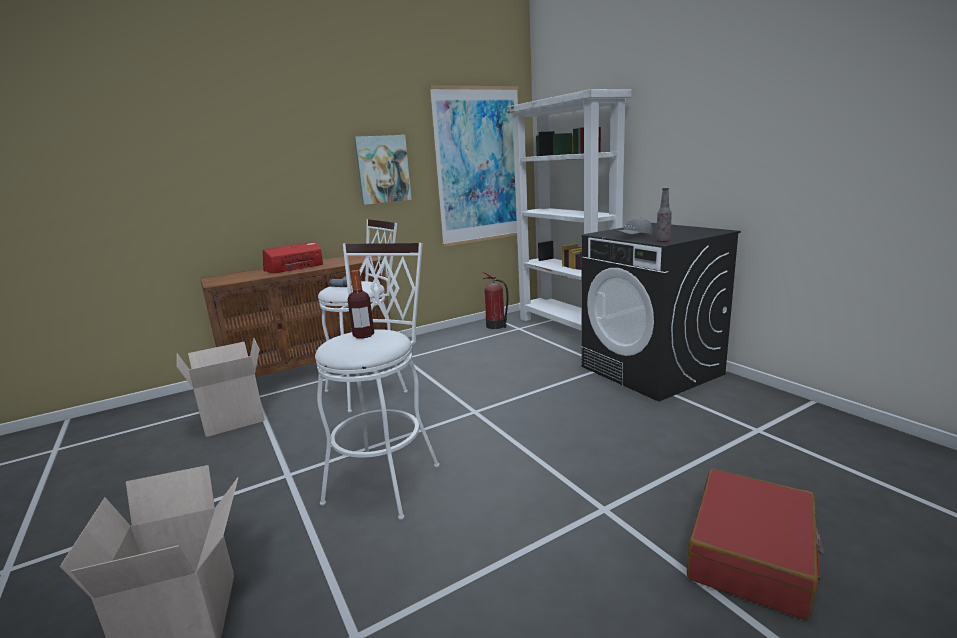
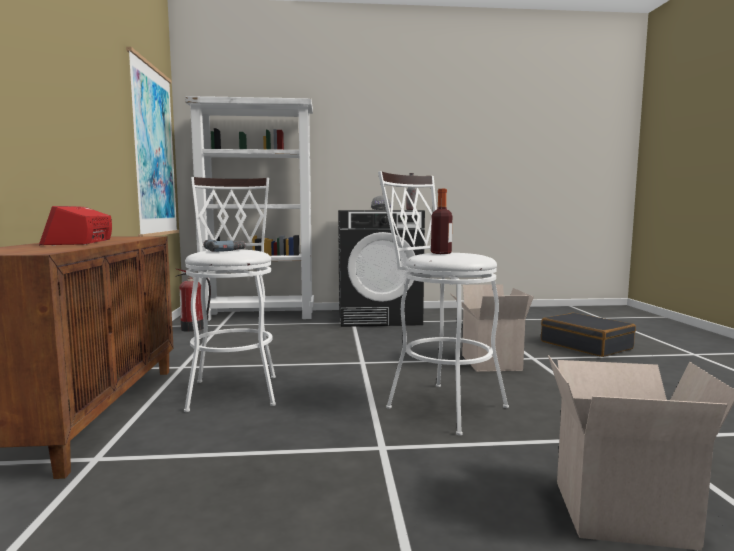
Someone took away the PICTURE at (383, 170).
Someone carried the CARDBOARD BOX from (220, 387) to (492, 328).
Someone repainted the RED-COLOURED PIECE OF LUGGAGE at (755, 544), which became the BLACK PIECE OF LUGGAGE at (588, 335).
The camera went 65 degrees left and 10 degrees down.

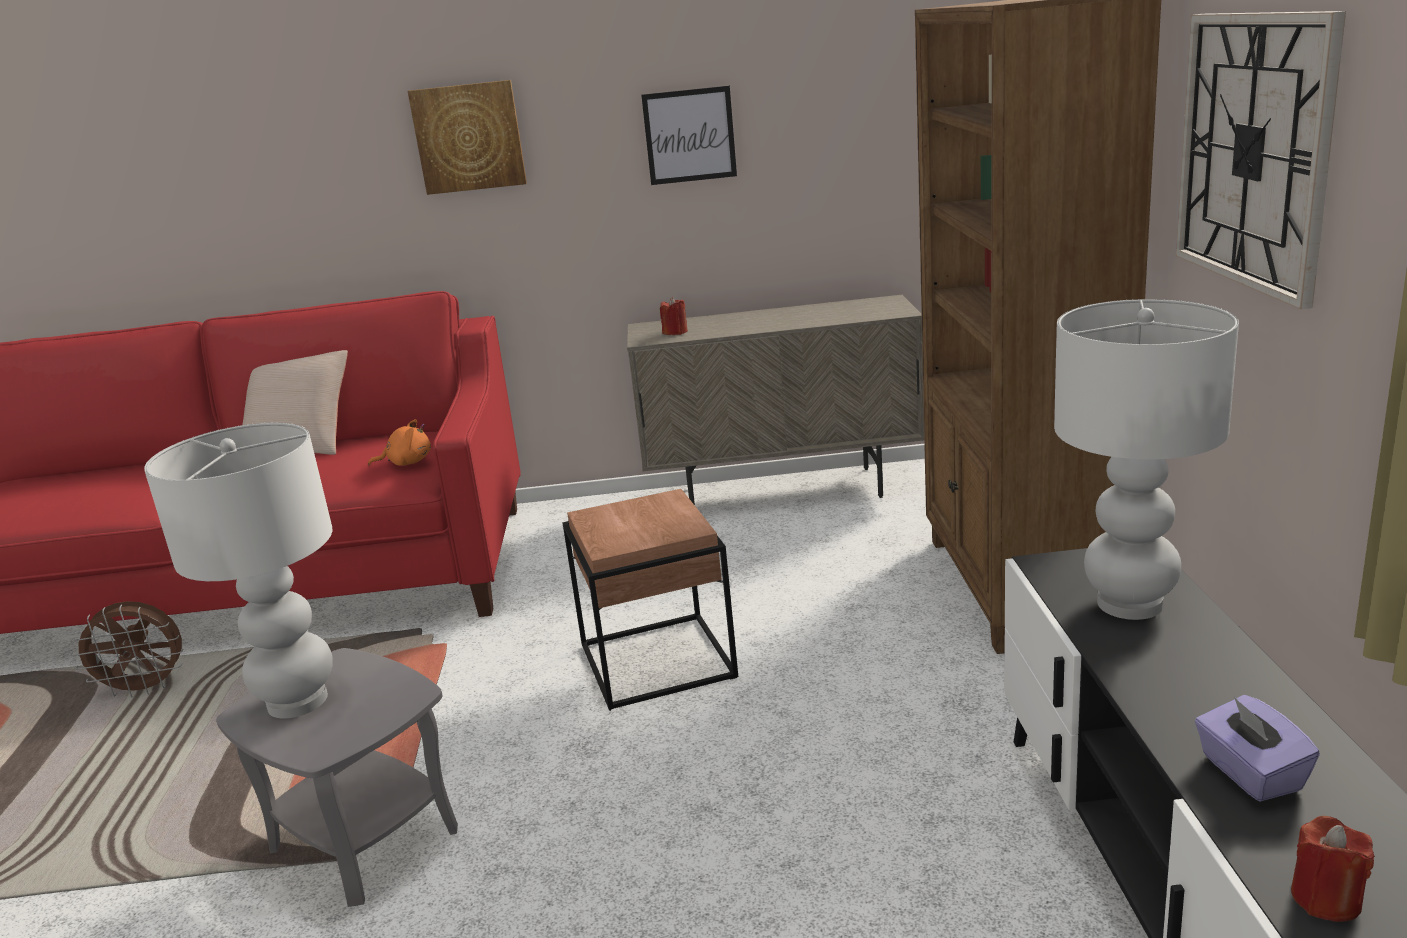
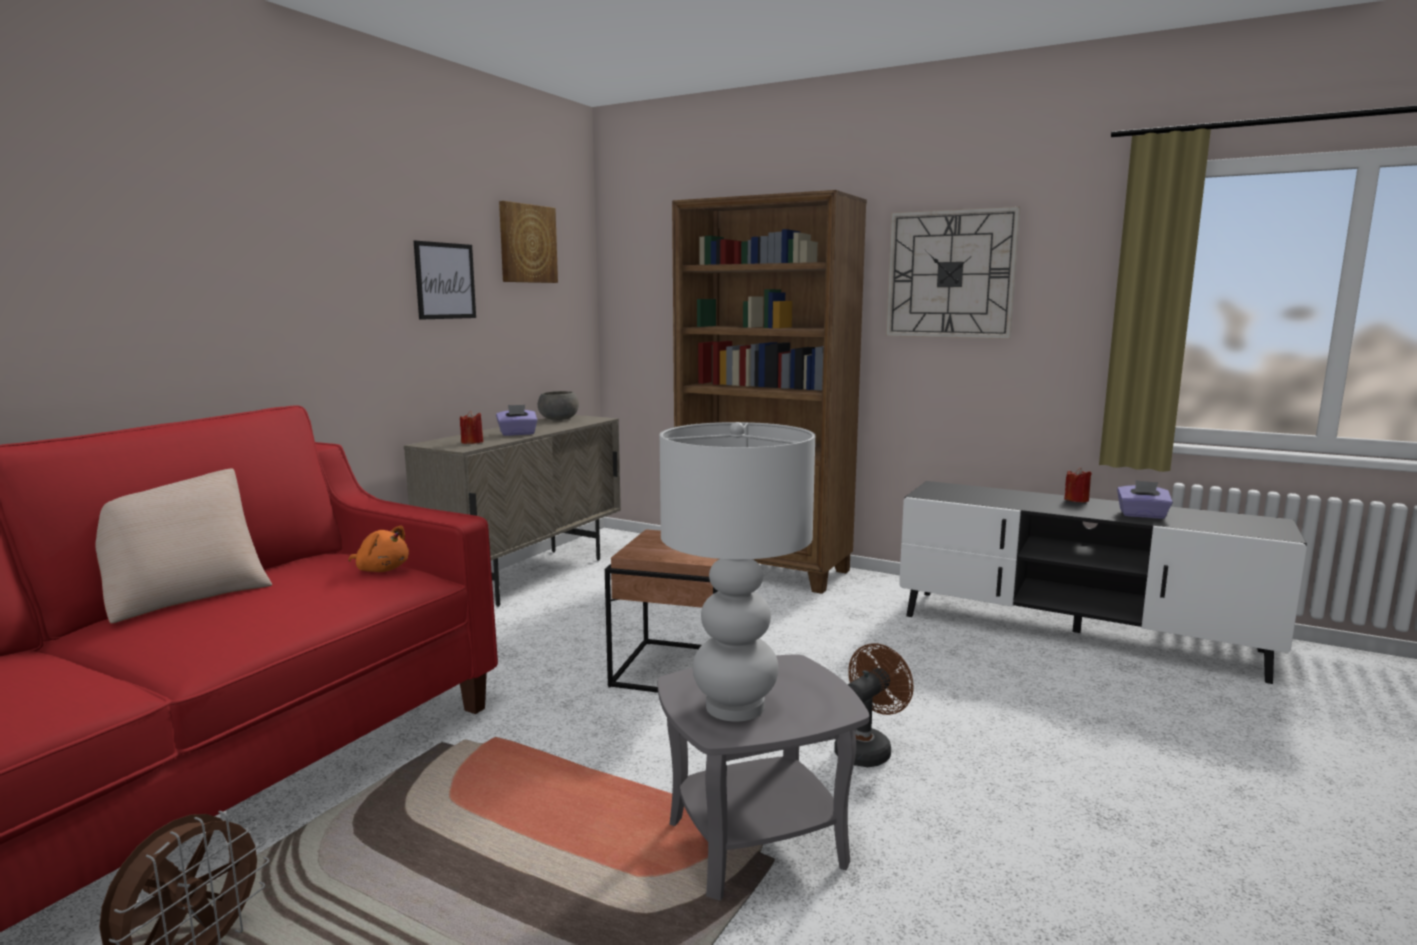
Someone carried the PICTURE from (467, 137) to (528, 242).
Someone took away the WHITE-COLOURED TABLE LAMP at (1146, 459).
Someone rotated the ORANGEY PLUSH TOY at (399, 442) by 90 degrees clockwise.
Someone carried the RED-COLOURED CANDLE from (1333, 869) to (1078, 485).
Someone put down the GRAY DEEP DISH at (558, 405).
Someone put down the PURPLISH TISSUE BOX at (517, 420).
Someone put down the BROWN-COLOURED ELECTRIC FAN at (874, 705).
The camera went 60 degrees left and 10 degrees down.

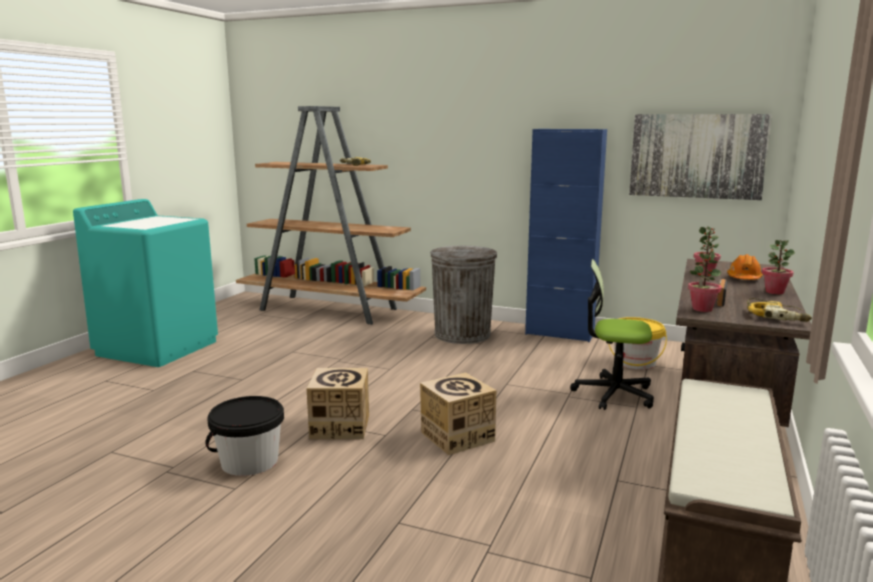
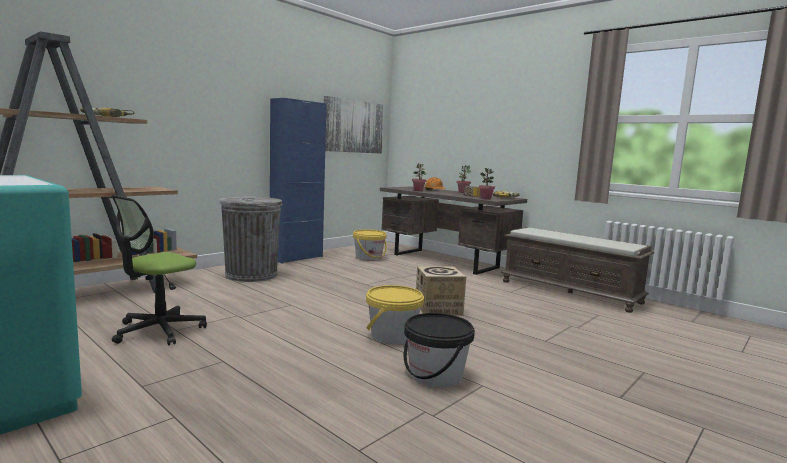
Someone carried the OFFICE CHAIR from (612, 334) to (159, 270).
Someone swapped the CARDBOARD BOX at (338, 403) for the YELLOWISH WATER BUCKET at (395, 315).
The camera went 70 degrees left and 5 degrees down.

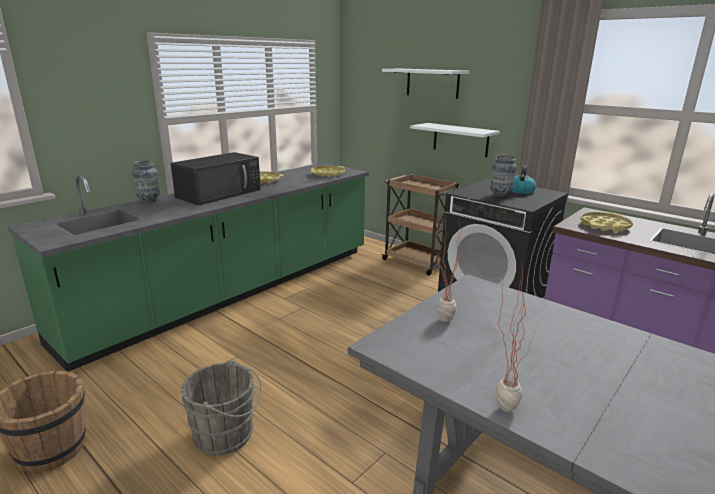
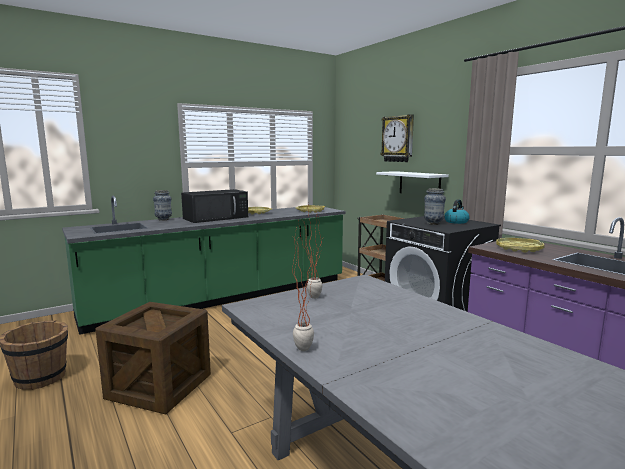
Someone swapped the WHITE-COLOURED BRACKET SHELF at (426, 84) for the WALL CLOCK at (397, 138).
Someone swapped the GRAY WATER BUCKET at (221, 408) for the SHIPPING CRATE at (153, 358).
The camera went 15 degrees right and 10 degrees down.

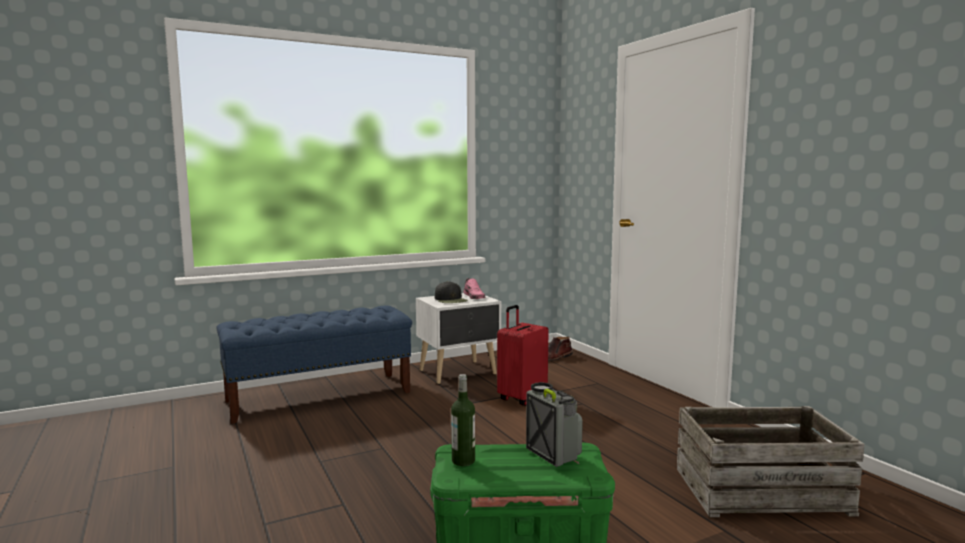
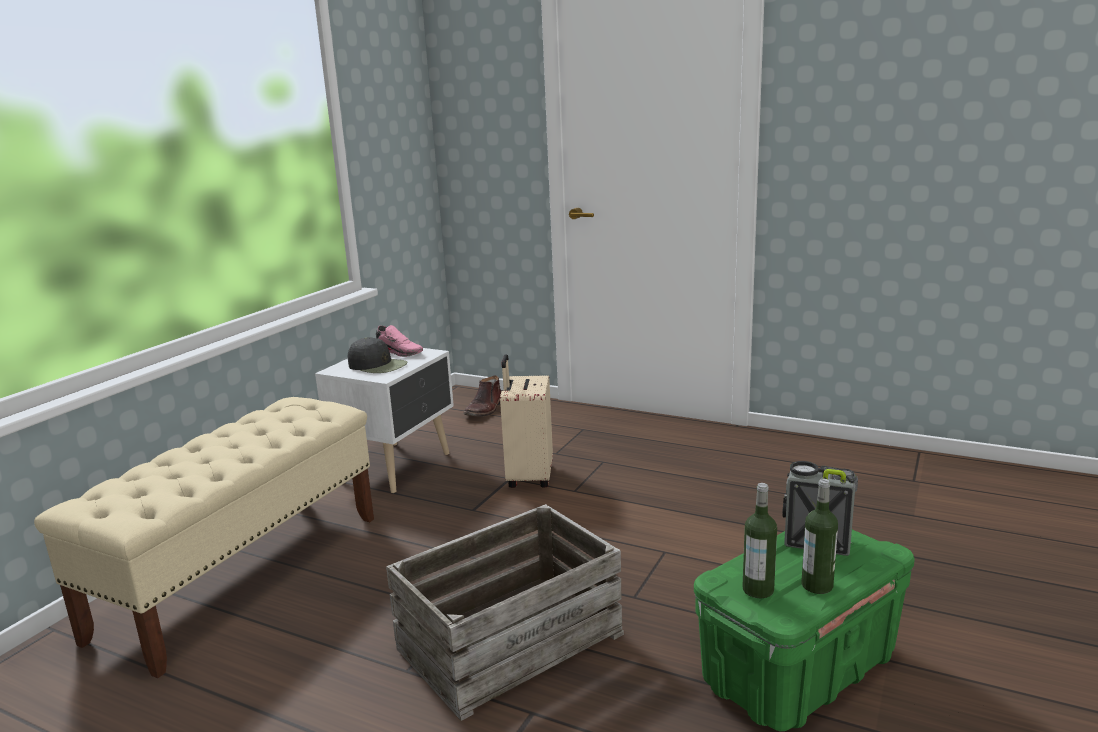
Someone repainted the BLUISH LONG SEAT at (314, 364), which became the BEIGE-COLOURED LONG SEAT at (204, 537).
Someone repainted the RED-COLOURED PIECE OF LUGGAGE at (523, 355), which became the BEIGE-COLOURED PIECE OF LUGGAGE at (526, 421).
Someone carried the SHIPPING CRATE from (771, 461) to (505, 612).
Someone put down the BOTTLE at (819, 536).
The camera went 35 degrees left and 10 degrees up.

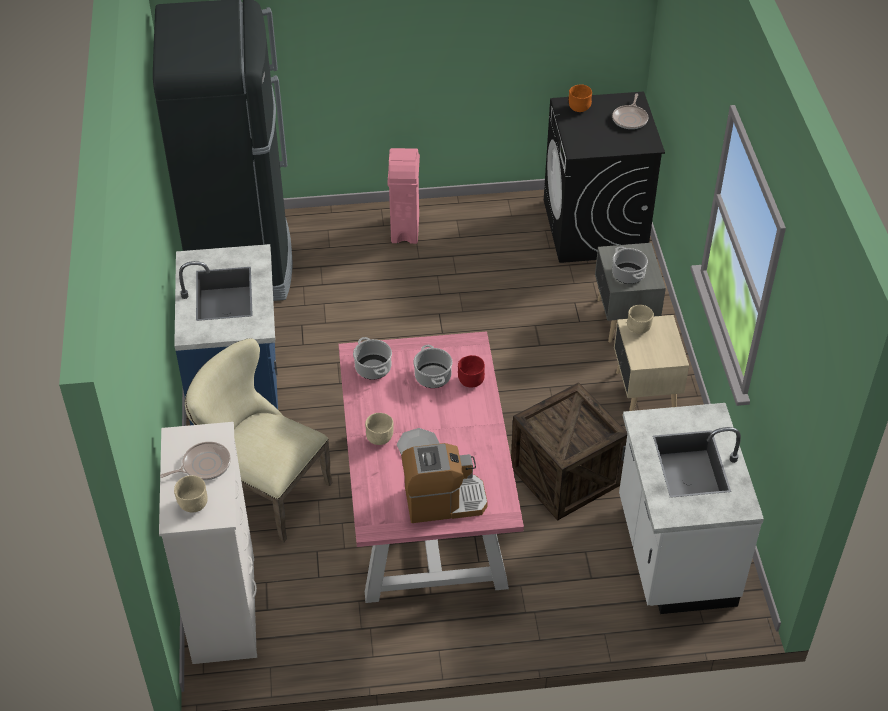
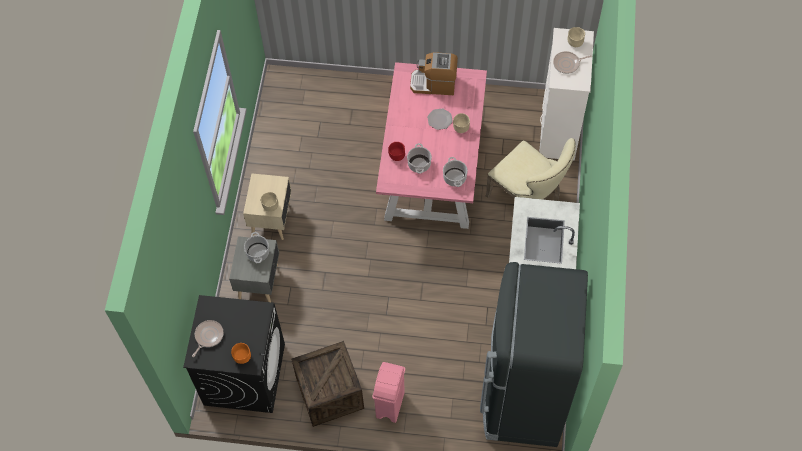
Someone carried the SHIPPING CRATE from (569, 451) to (327, 384).
Someone took away the WHITE-COLOURED KITCHEN COUNTER at (691, 508).
The camera went 165 degrees left and 15 degrees up.

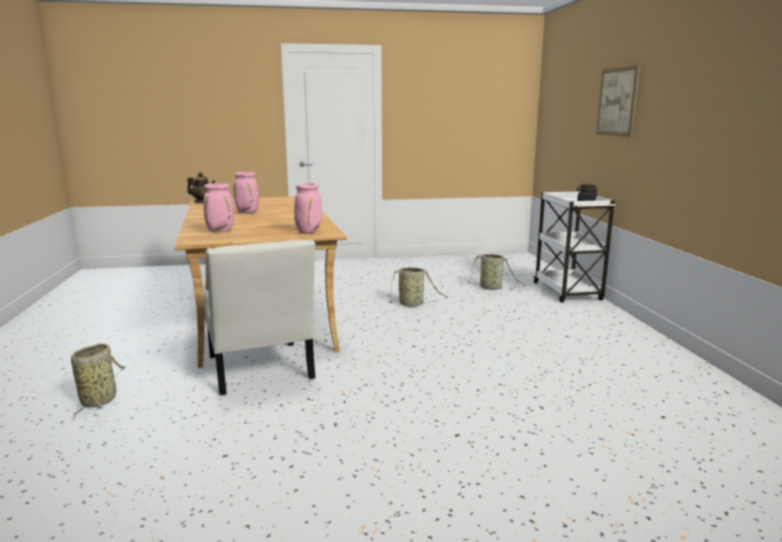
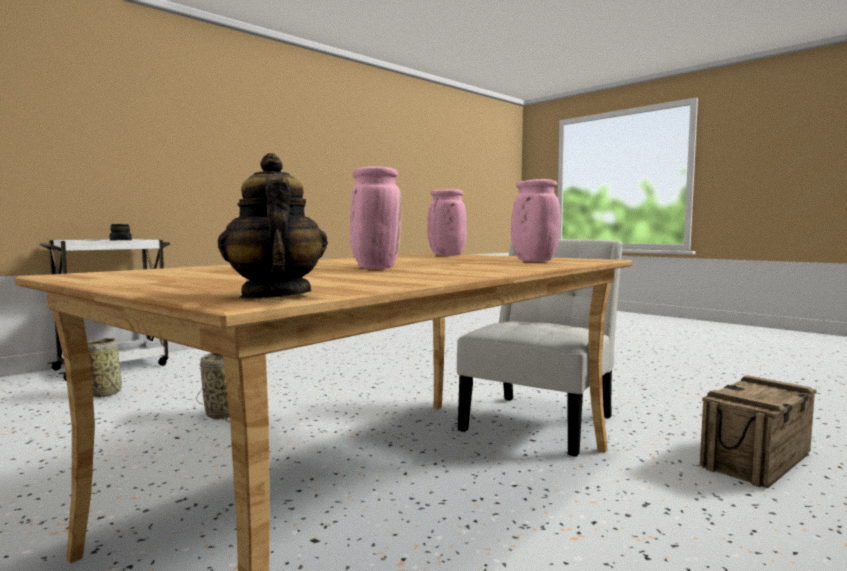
Someone took away the PICTURE at (618, 101).
Someone swapped the BASKET at (98, 380) for the SHIPPING CRATE at (758, 431).
The camera went 125 degrees left and 10 degrees down.

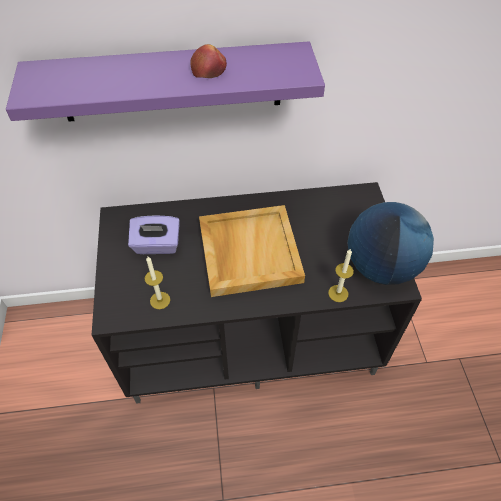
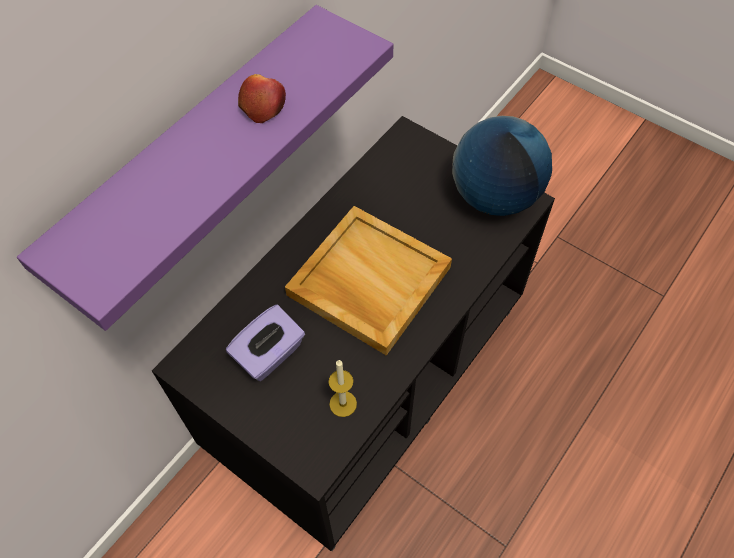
Someone took away the CANDLE at (341, 275).
The camera went 45 degrees left and 5 degrees up.

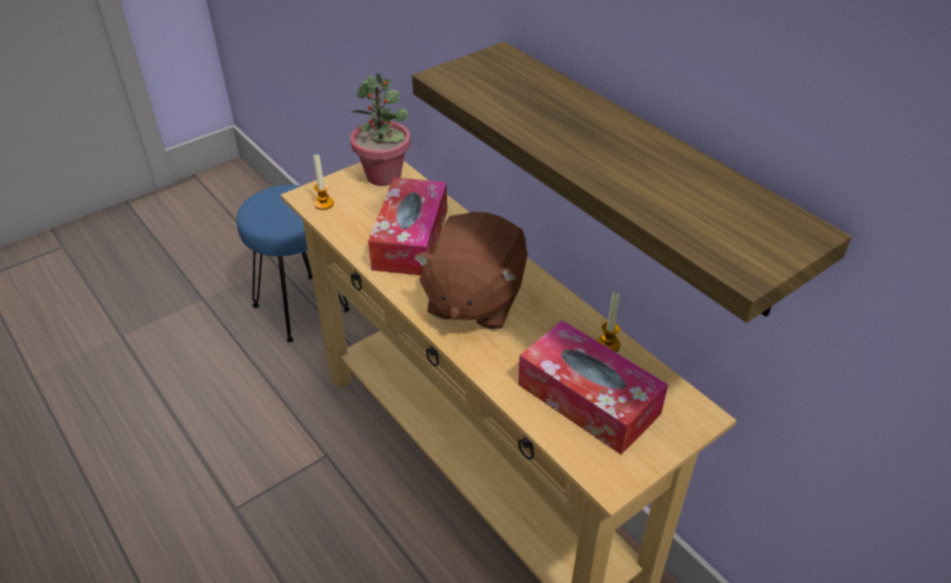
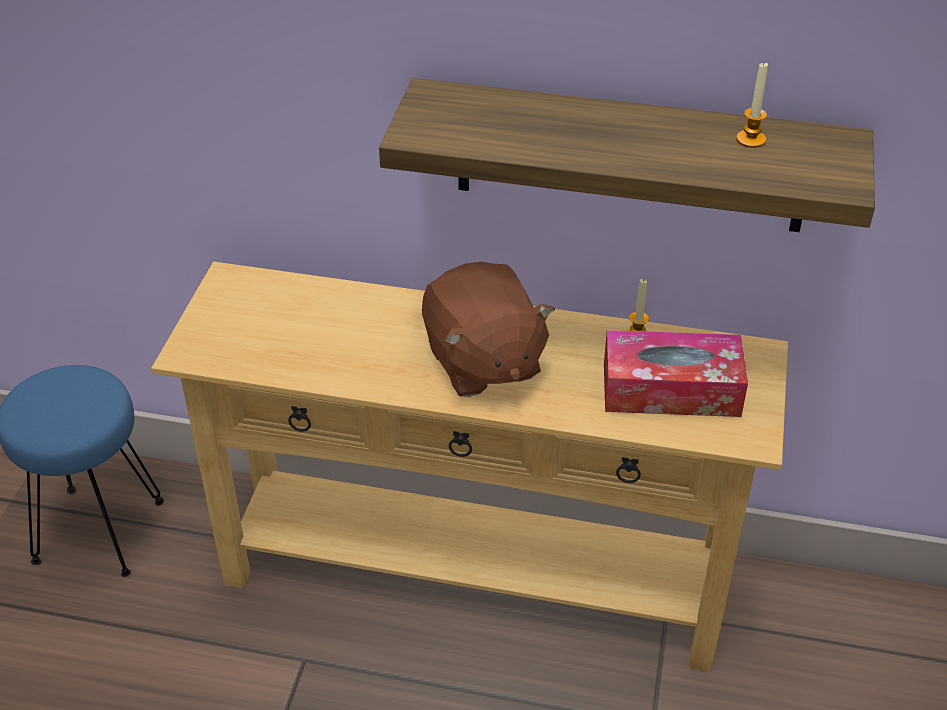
Someone took away the POTTED PLANT at (380, 129).
Someone carried the CANDLE from (324, 182) to (752, 105).
Someone took away the TISSUE BOX at (407, 226).
The camera went 40 degrees left and 0 degrees up.

